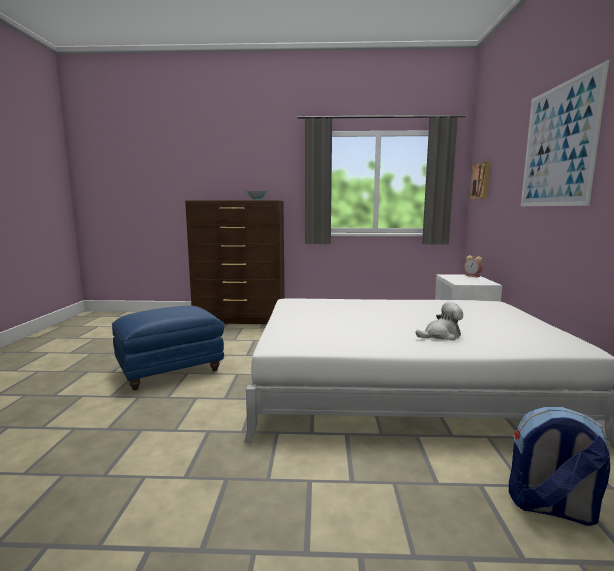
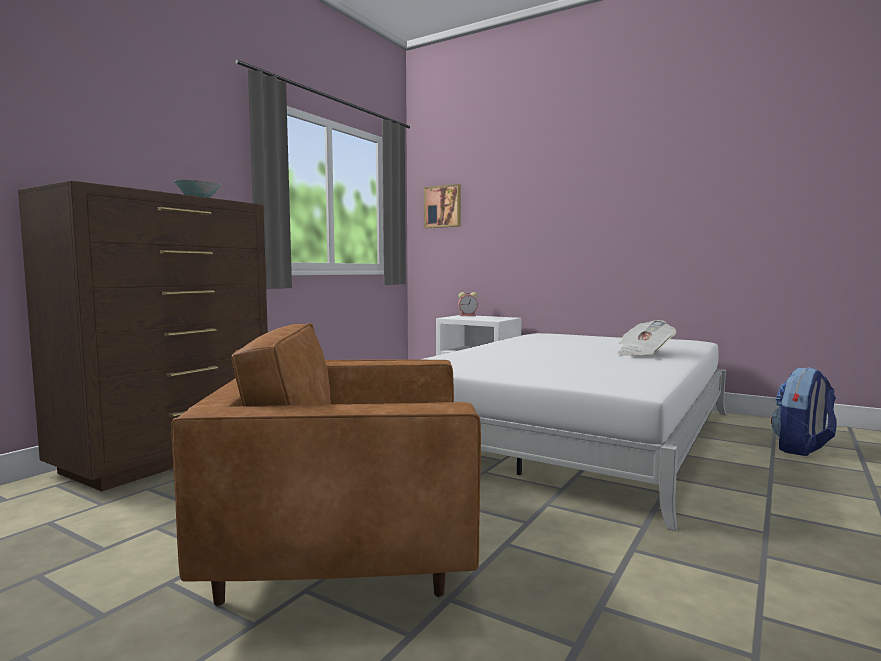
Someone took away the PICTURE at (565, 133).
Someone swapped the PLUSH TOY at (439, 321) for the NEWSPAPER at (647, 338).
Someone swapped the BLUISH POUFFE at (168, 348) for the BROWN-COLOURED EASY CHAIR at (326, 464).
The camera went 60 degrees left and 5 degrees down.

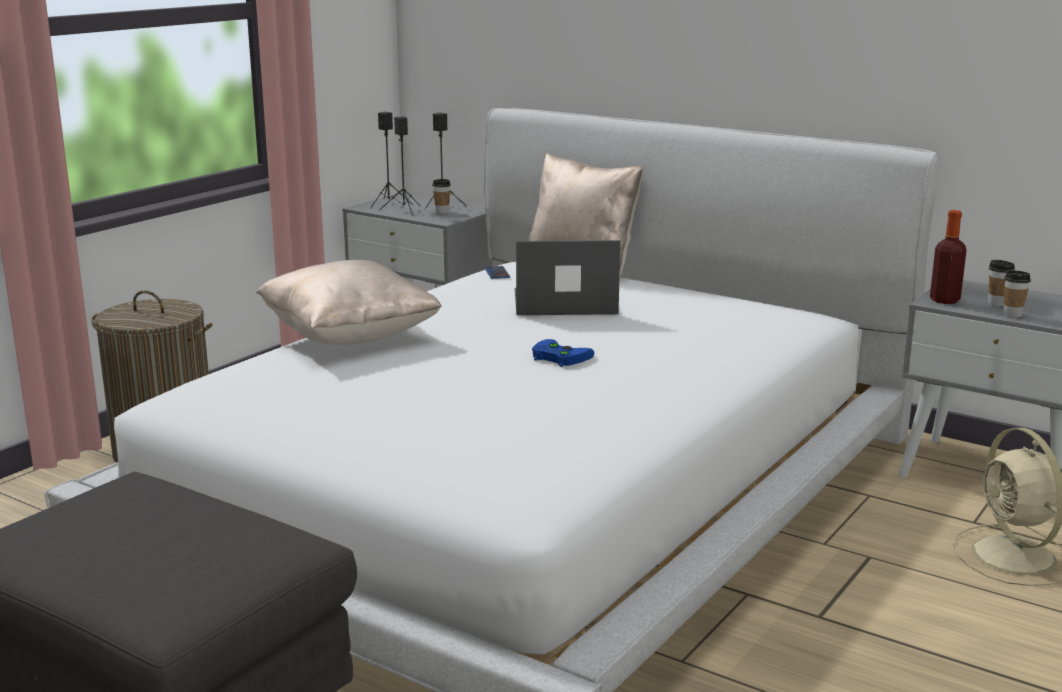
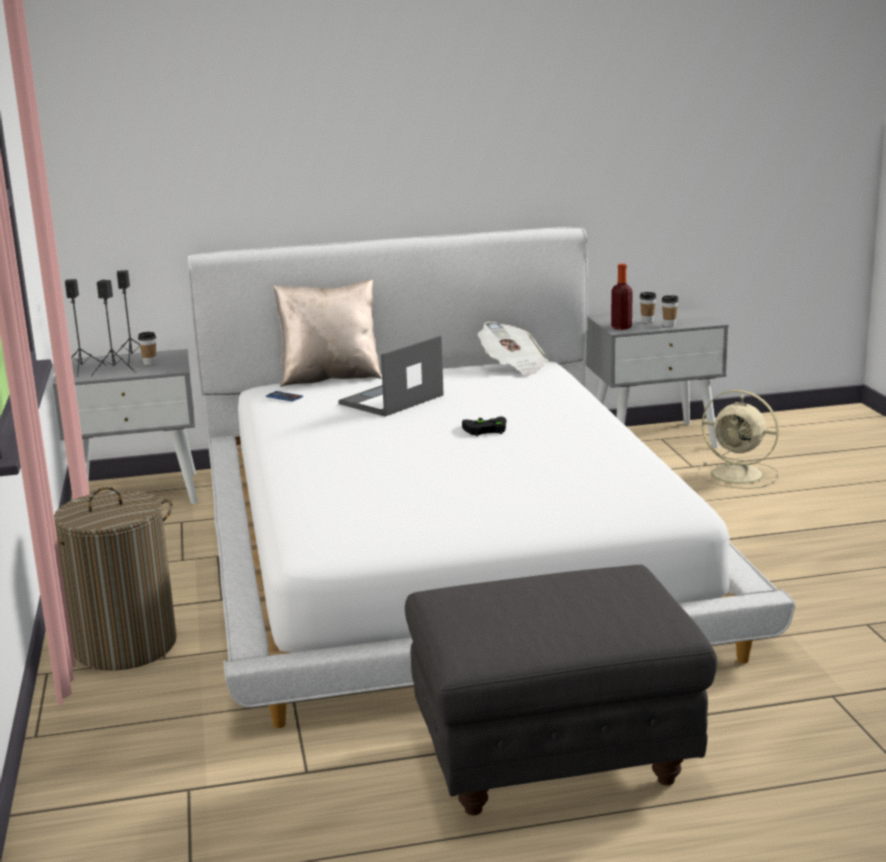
Someone took away the BEIGE-COLOURED THROW PILLOW at (349, 302).
Someone repainted the BLUISH JOYPAD at (563, 353), which became the BLACK JOYPAD at (484, 426).
Someone put down the NEWSPAPER at (513, 348).
The camera went 45 degrees left and 0 degrees up.

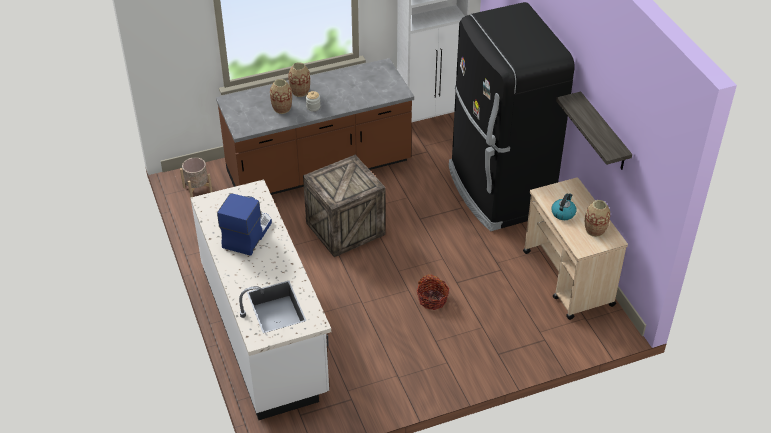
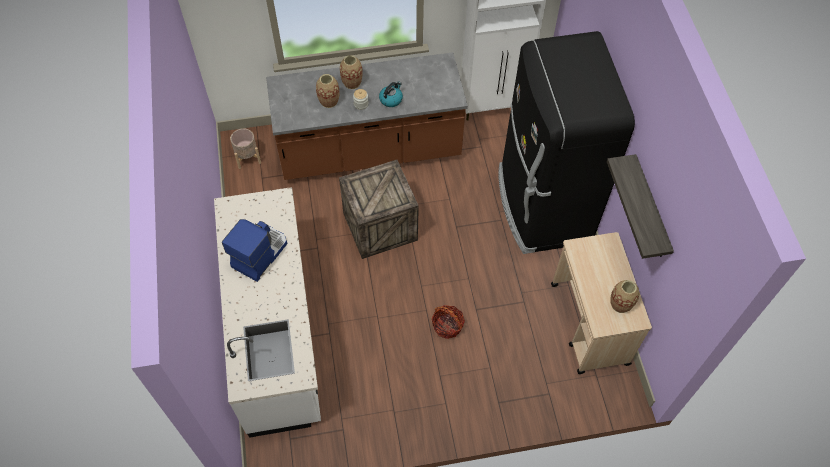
Someone carried the TEA KETTLE from (563, 206) to (391, 94).
The camera went 10 degrees right and 15 degrees up.

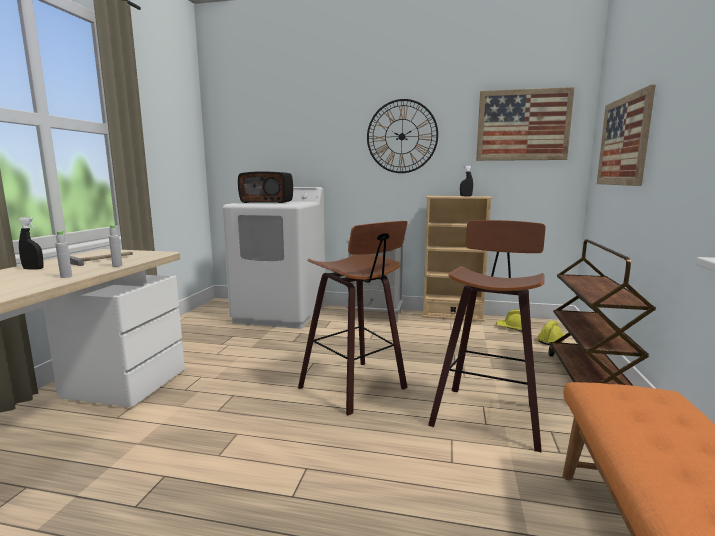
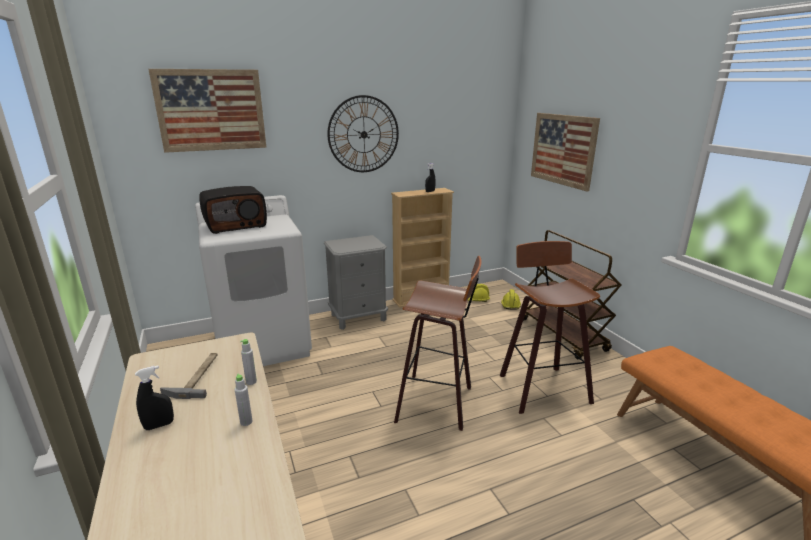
Someone carried the PICTURE from (525, 124) to (207, 111).
The camera went 35 degrees left and 10 degrees up.

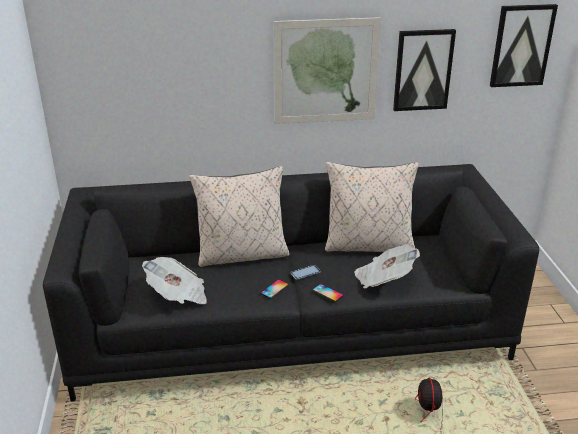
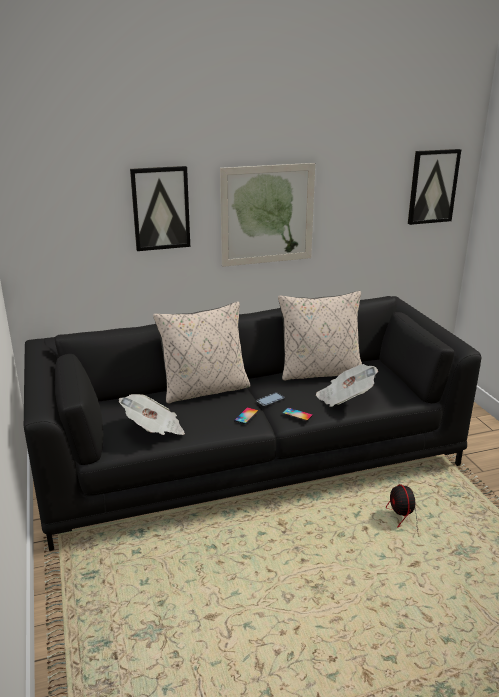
Someone carried the PICTURE from (424, 70) to (160, 208).
The camera went 10 degrees left and 5 degrees down.

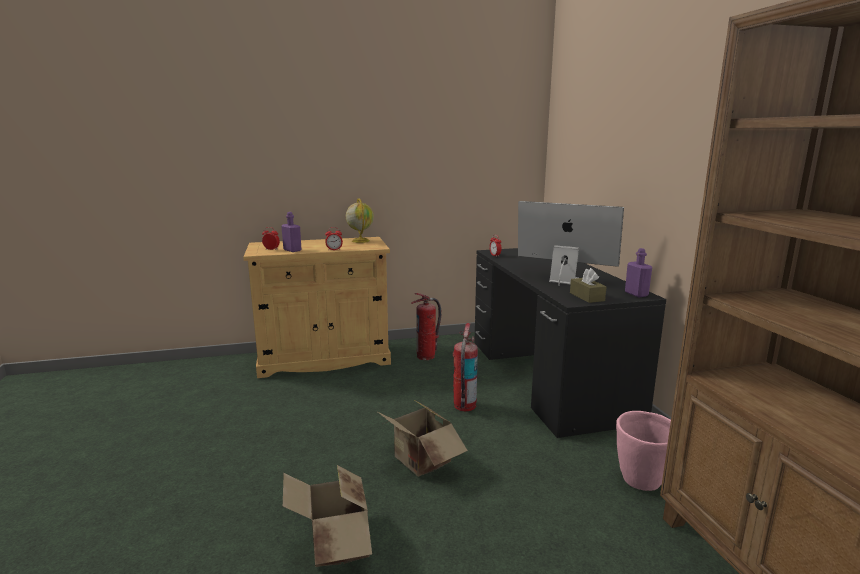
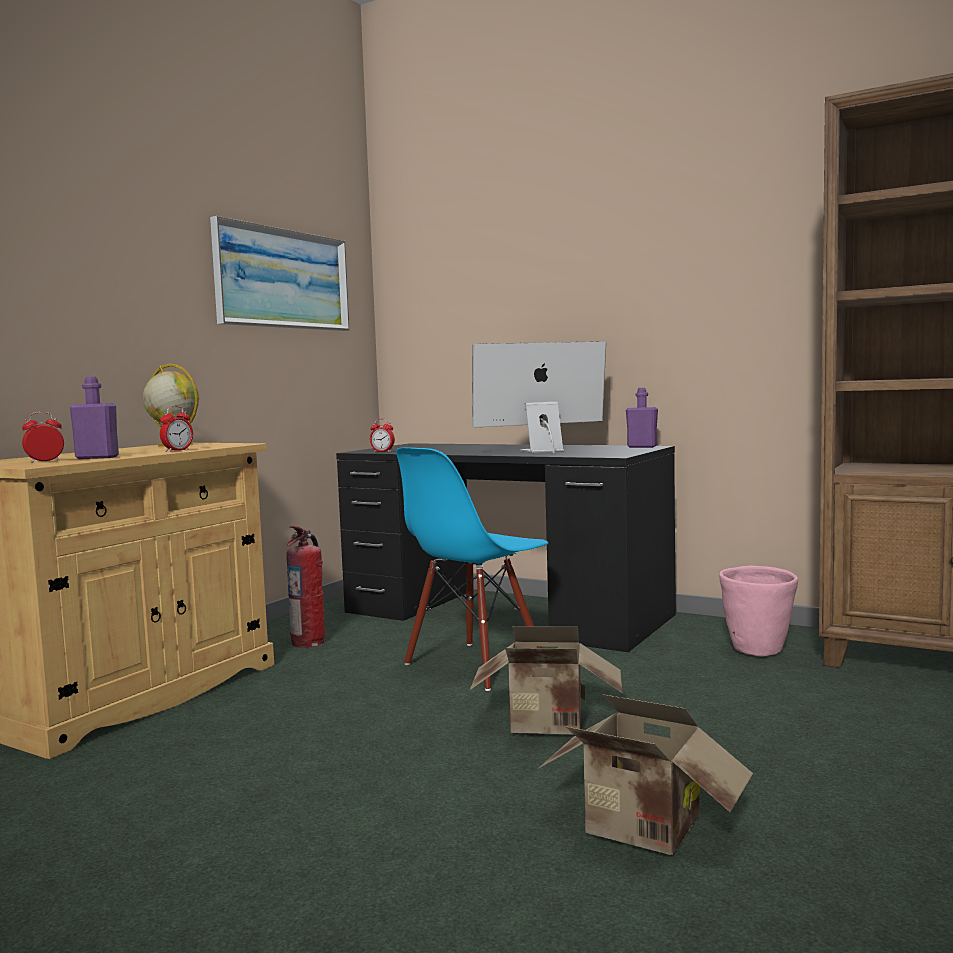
Someone took away the BROWN-COLOURED TISSUE BOX at (588, 285).
Someone swapped the FIRE EXTINGUISHER at (465, 367) for the BLUISH CHAIR at (472, 569).
Someone put up the PICTURE at (280, 273).
The camera went 45 degrees left and 10 degrees down.

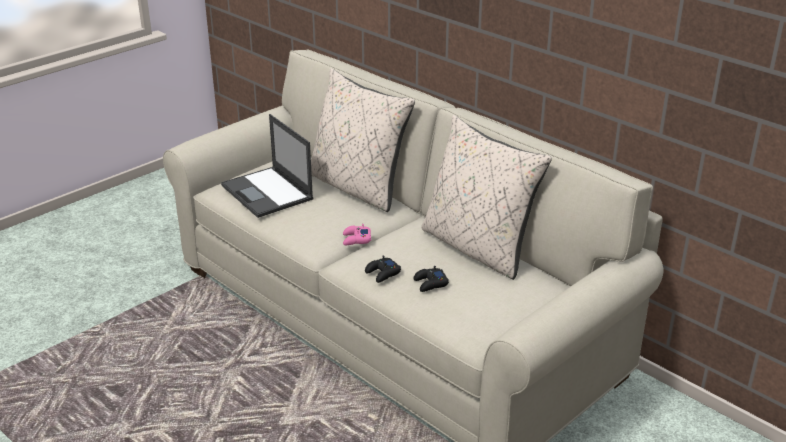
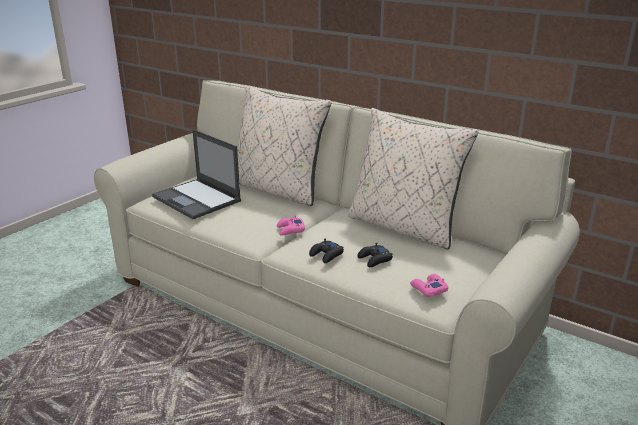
Someone put down the PINK JOYPAD at (429, 285).
The camera went 10 degrees left and 5 degrees down.

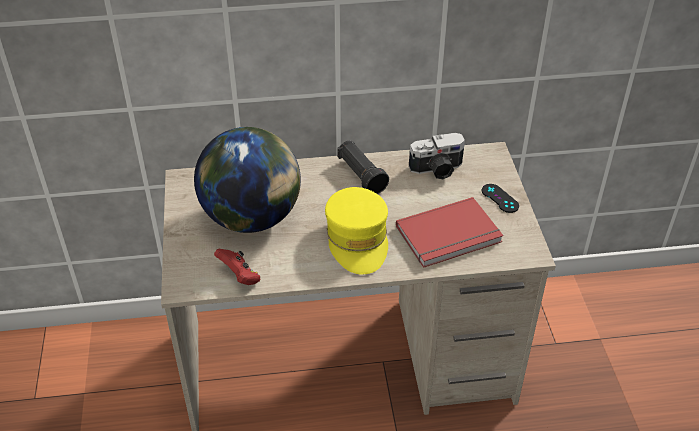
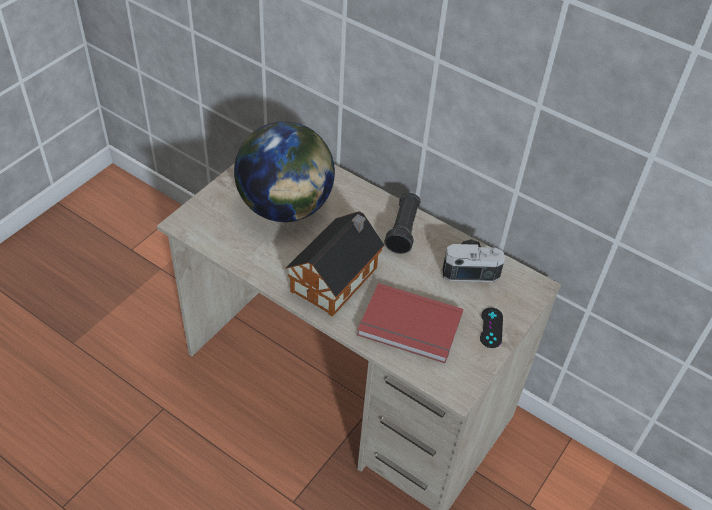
Someone rotated the STILL CAMERA at (437, 156) by 150 degrees clockwise.
Someone swapped the YELLOWISH BASEBALL CAP at (356, 230) for the MINIATURE HOUSE at (335, 264).
Someone took away the RED-COLOURED JOYPAD at (237, 267).
The camera went 40 degrees right and 5 degrees up.

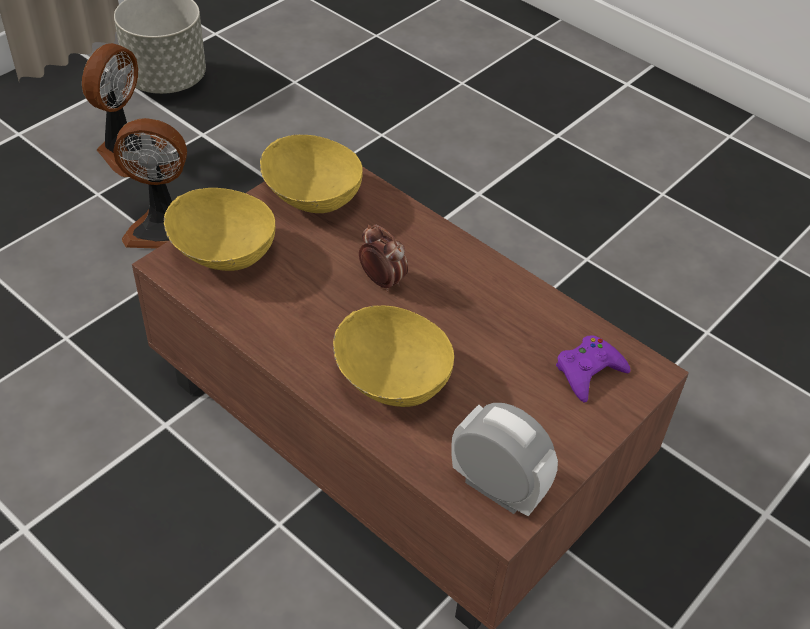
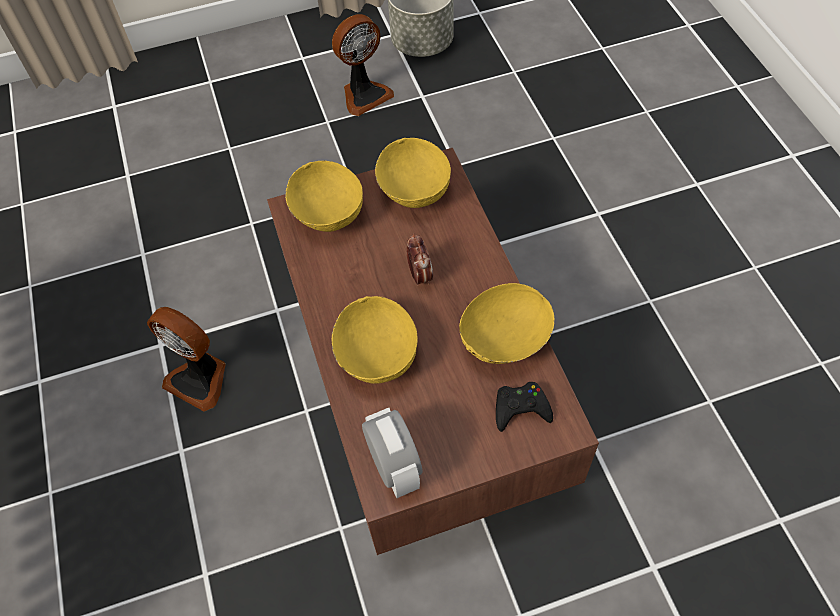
Someone carried the ELECTRIC FAN from (150, 183) to (186, 359).
Someone repainted the PURPLISH JOYPAD at (593, 369), which became the BLACK JOYPAD at (524, 407).
Someone put down the YELLOWISH DEEP DISH at (507, 323).
The camera went 35 degrees right and 10 degrees up.

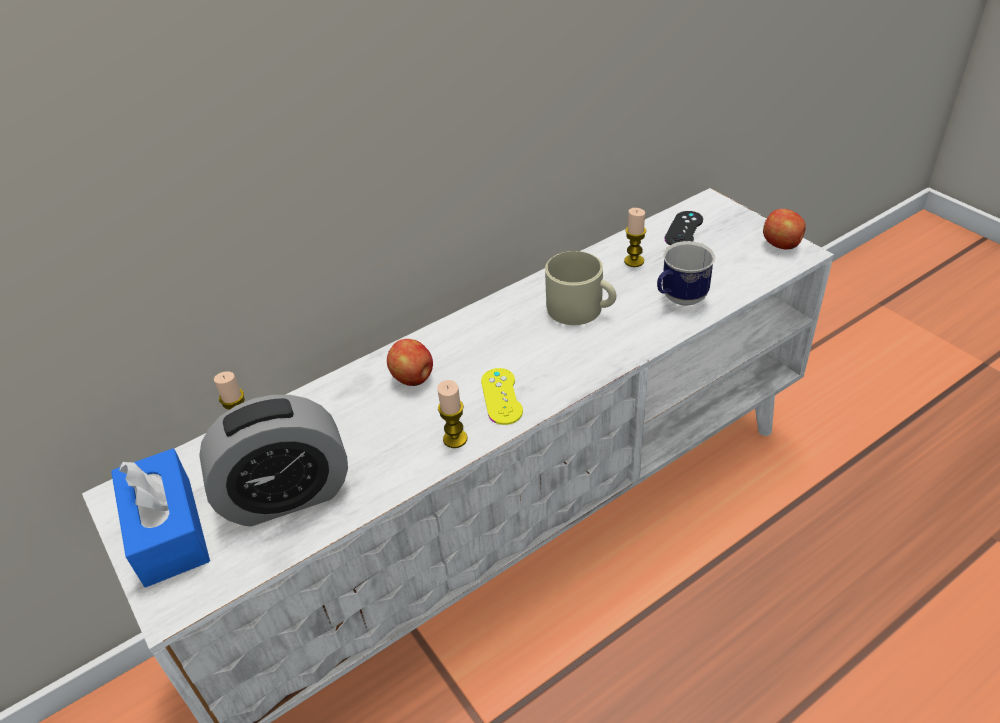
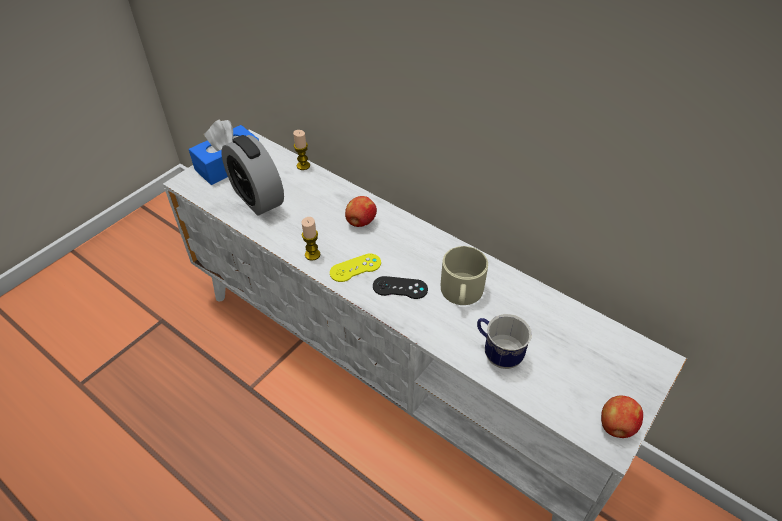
Someone took away the CANDLE at (635, 237).
Someone carried the BLACK JOYPAD from (683, 228) to (400, 287).
The camera went 70 degrees right and 5 degrees up.

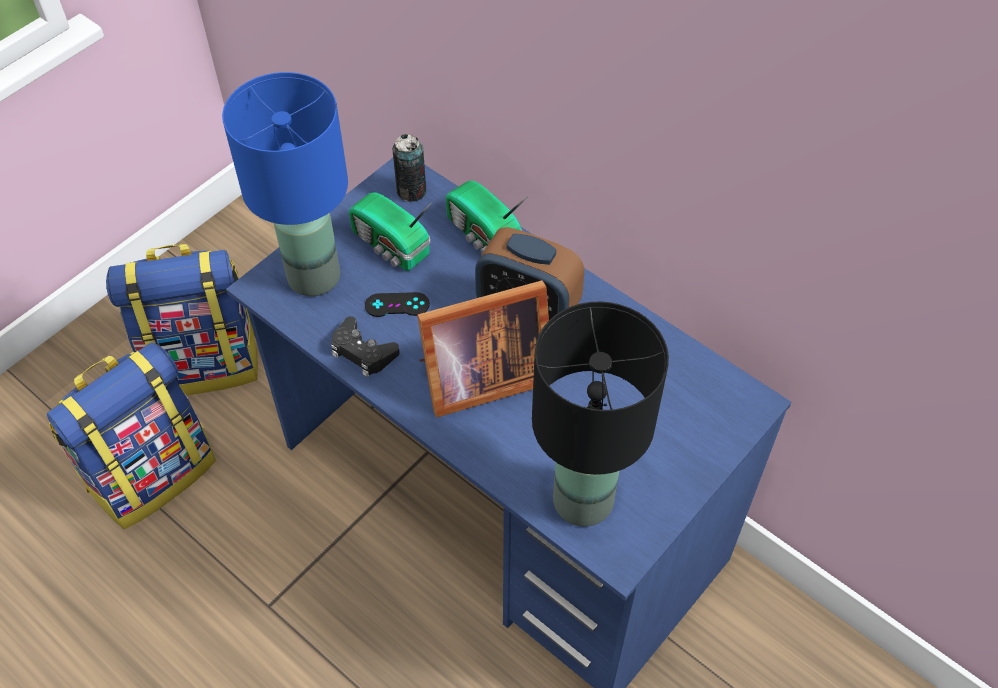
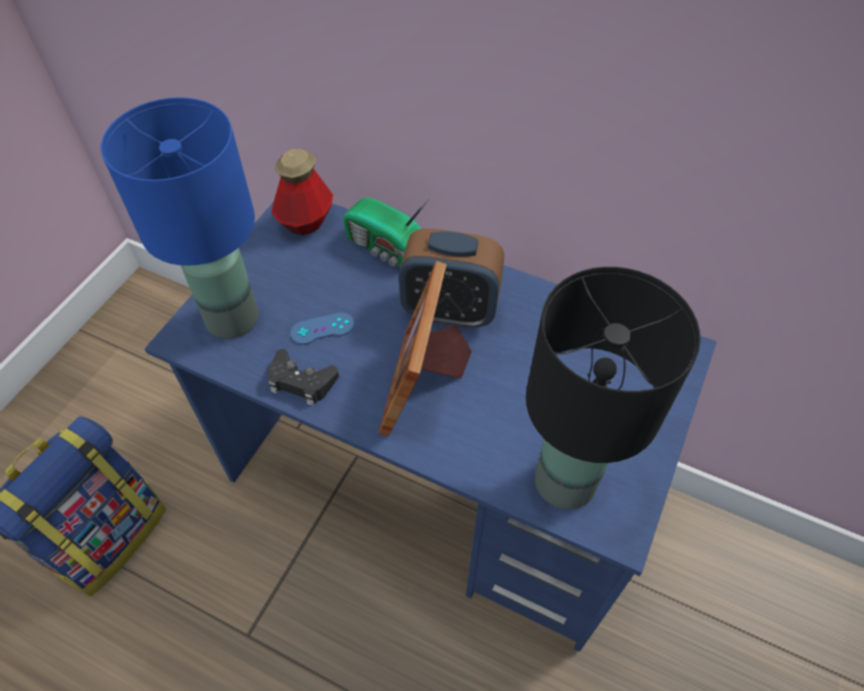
Someone swapped the SEALED CAN at (409, 168) for the BOTTLE at (302, 191).
Someone took away the RADIO at (390, 231).
Someone took away the KNAPSACK at (182, 320).
Someone rotated the PICTURE FRAME at (485, 348) by 135 degrees clockwise.
Someone repainted the BLACK JOYPAD at (397, 304), which became the BLUISH JOYPAD at (322, 329).
The camera went 15 degrees left and 0 degrees up.

